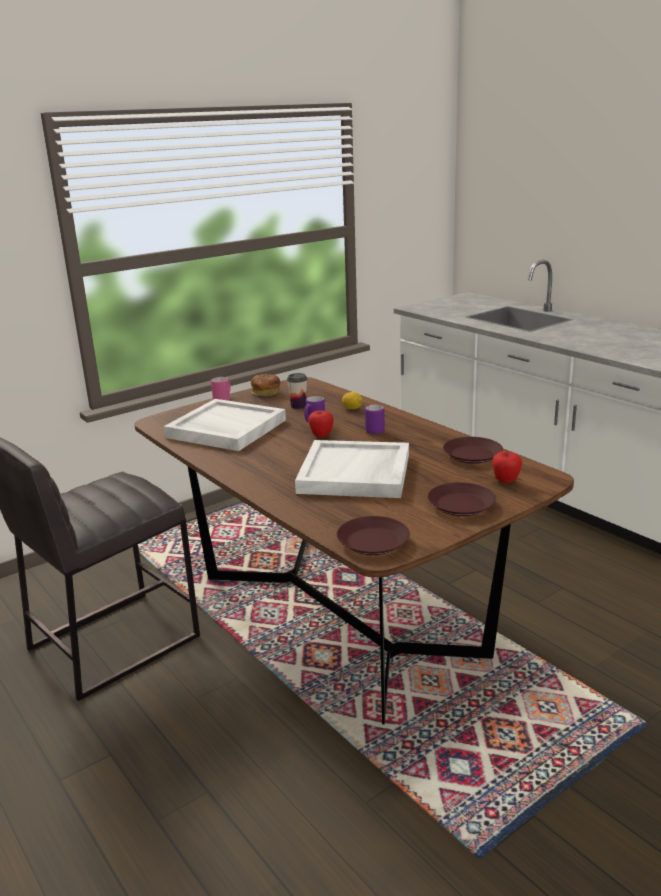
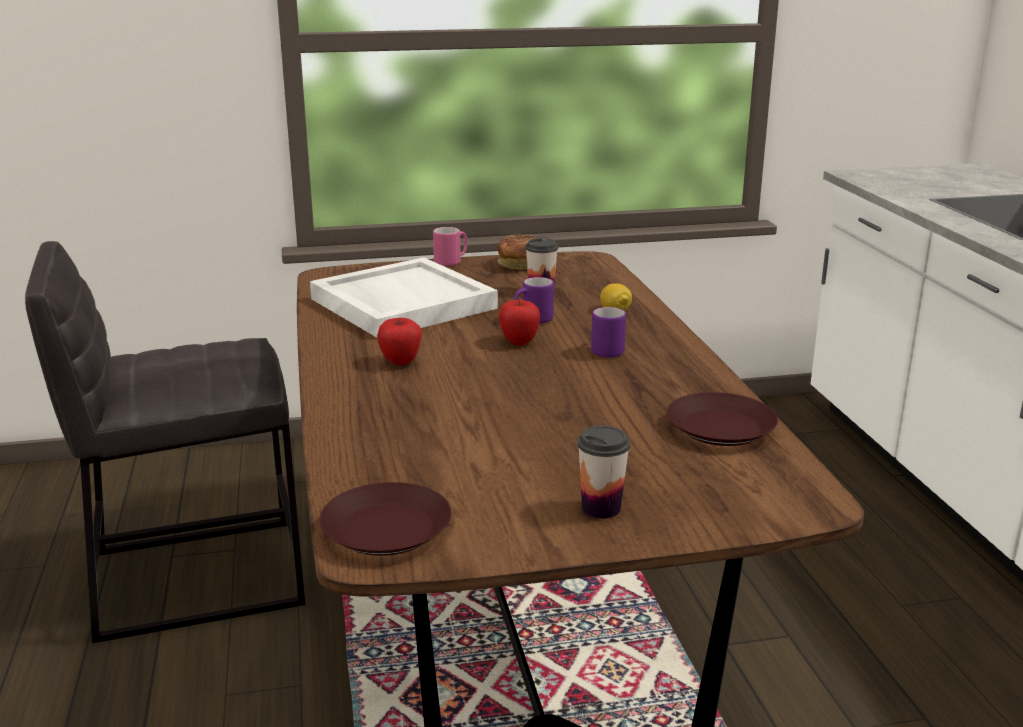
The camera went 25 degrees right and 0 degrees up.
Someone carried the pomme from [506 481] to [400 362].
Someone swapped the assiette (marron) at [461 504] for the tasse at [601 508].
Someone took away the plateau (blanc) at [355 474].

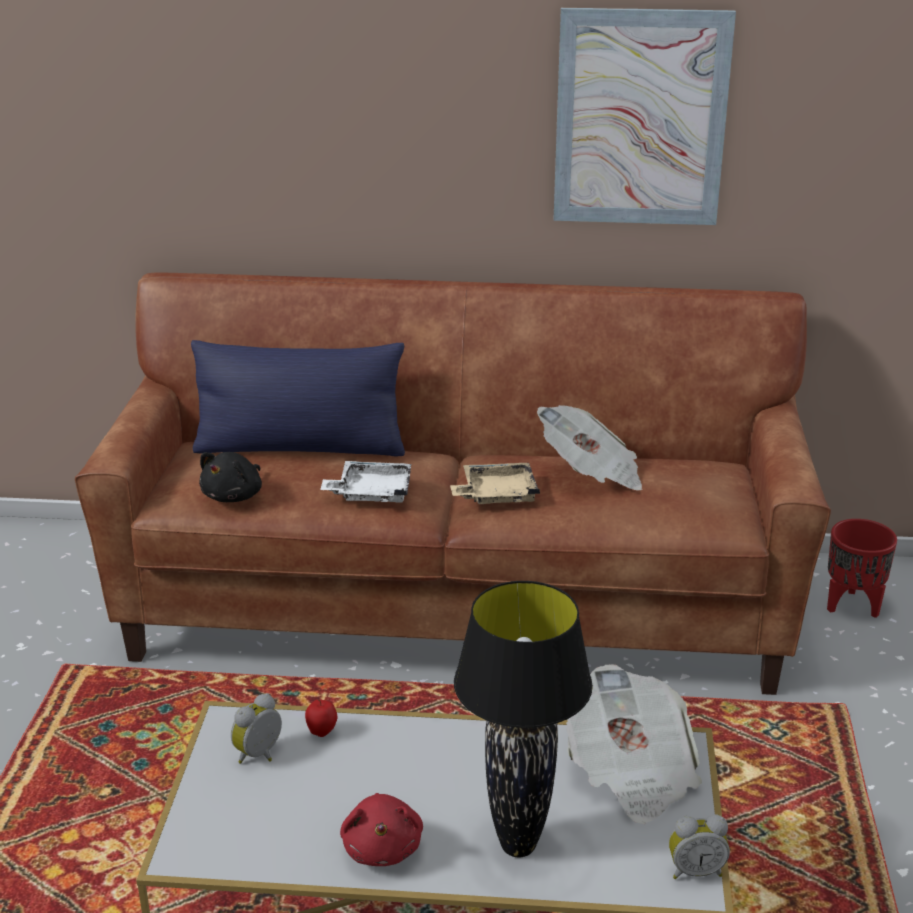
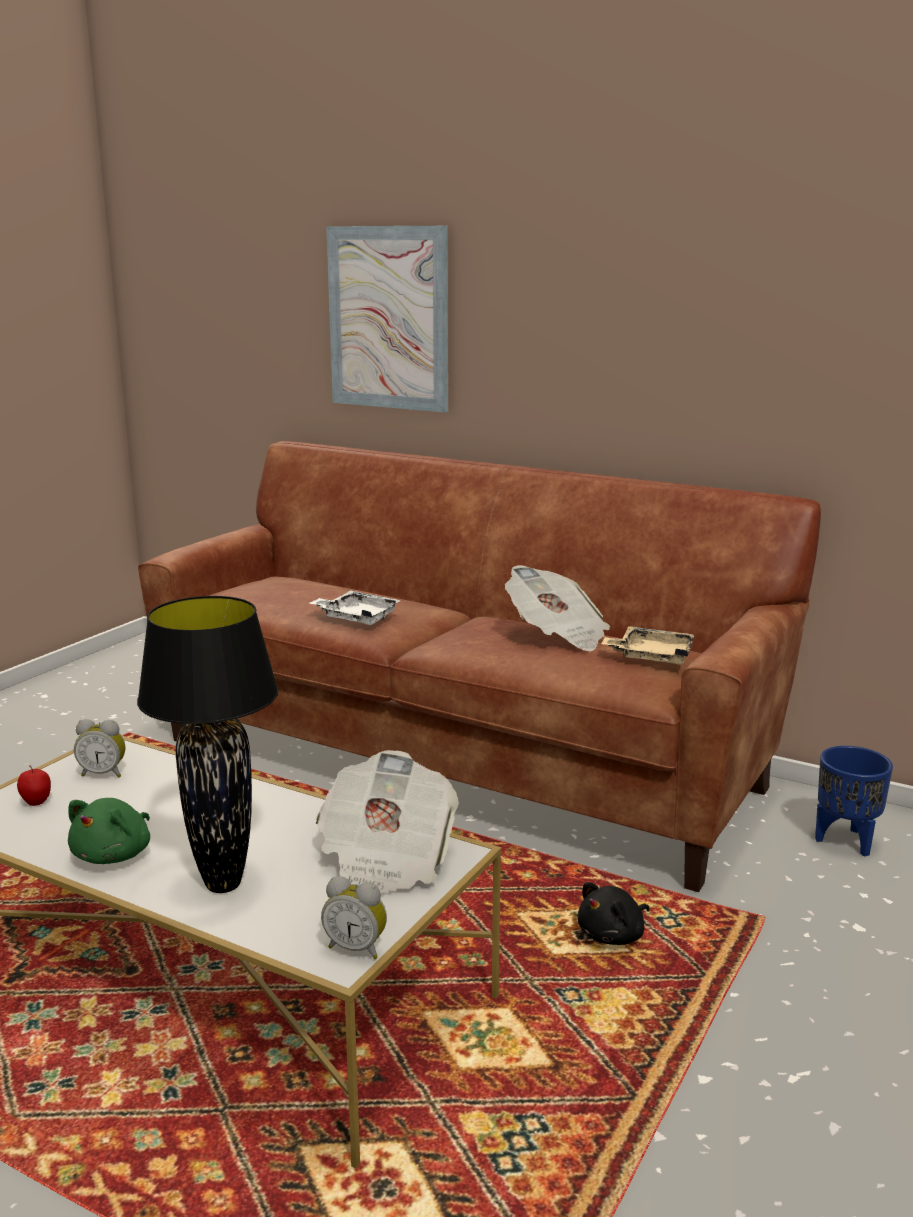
The camera went 25 degrees right and 10 degrees down.
Someone carried the pomme from [322 733] to [36 803].
Someone repainted the peluche (rouge) at [382 847], which became the peluche (vert) at [115 855].
Someone rotated the réveil at [260 755] by 150 degrees counterclockwise.
Someone carried the tableau from [640 118] to [388 318].
Someone carried the peluche (noir) from [234 496] to [613 935].
Someone carried the plateau (beige) from [496 495] to [651 656].
Someone repainted the cache-pot (rouge) at [851 606], which became the cache-pot (bleu) at [844 841].
Someone took away the coussin (bleu) at [300 448].

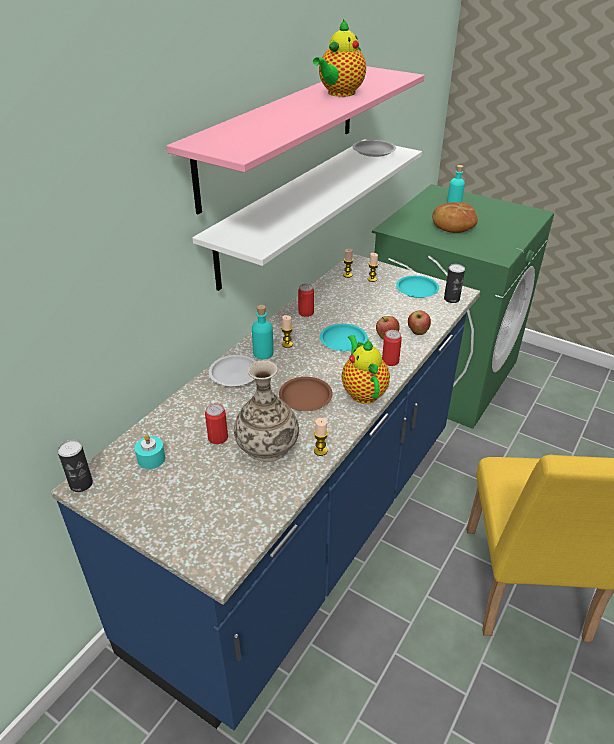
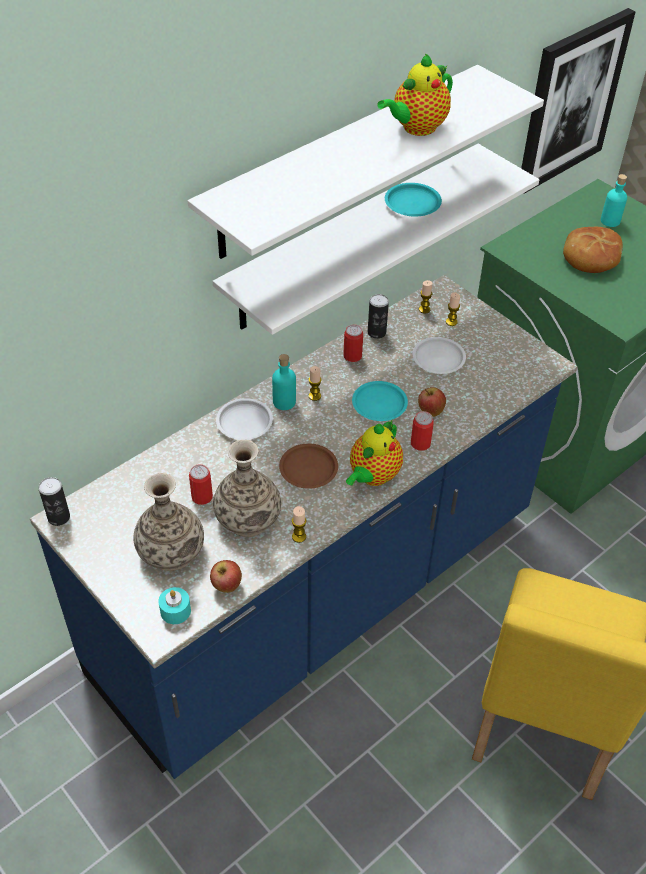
The camera went 15 degrees right and 10 degrees up.
Someone put down the vase at [171 551].
Someone carried the bougie (turquoise) from [151 459] to [175 611].
Someone repainted the étagère (rose) at [281 134], which became the étagère (blanc) at [343 161].
Someone carried the pomme from [417 332] to [226 586].
Someone rotated the théière at [363 392] by 150 degrees counterclockwise.
Someone carried the boîte métallique from [451 299] to [376 332].
Someone carried the assiette (turquoise) from [417 290] to [412 204].
Someone carried the assiette (blanc) from [373 151] to [438 358].
Someone put up the tableau at [571 101].

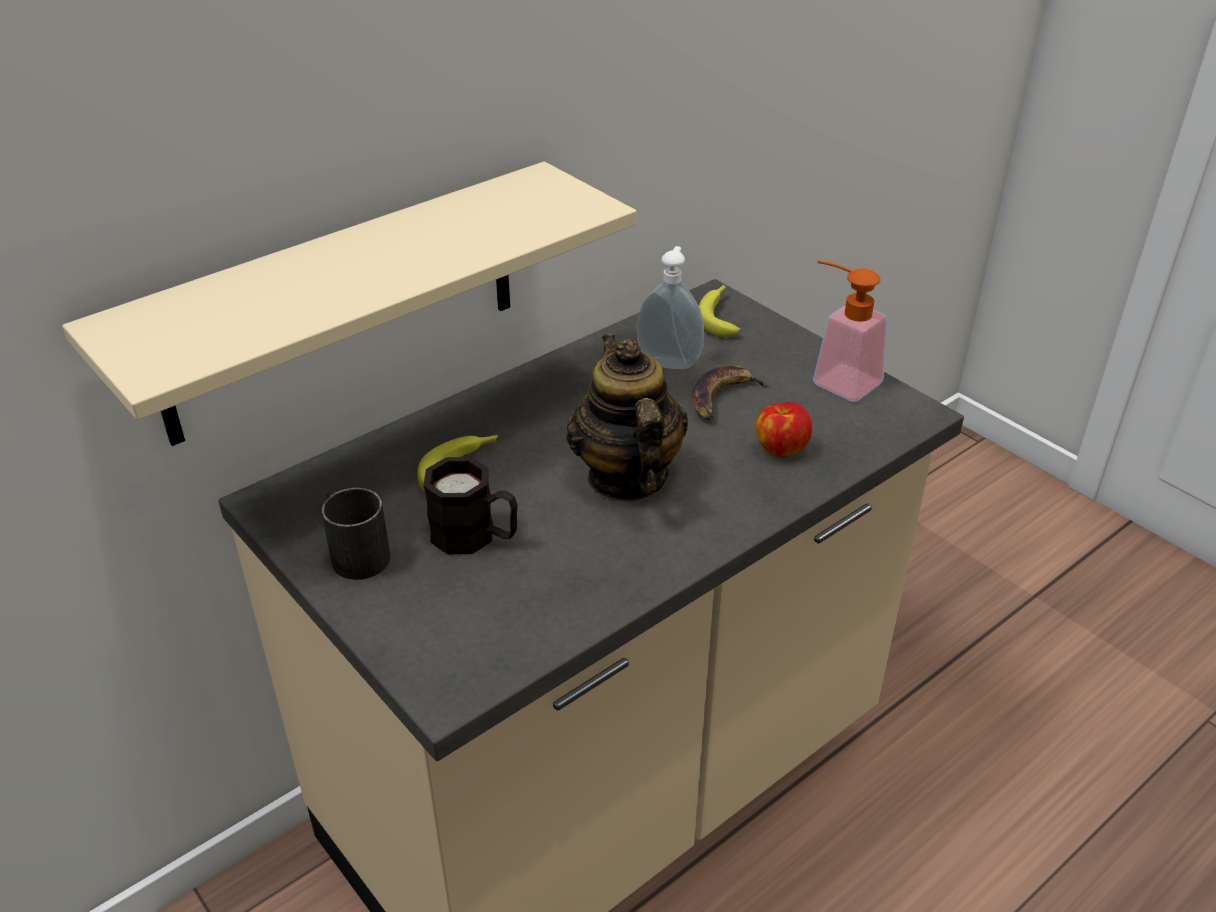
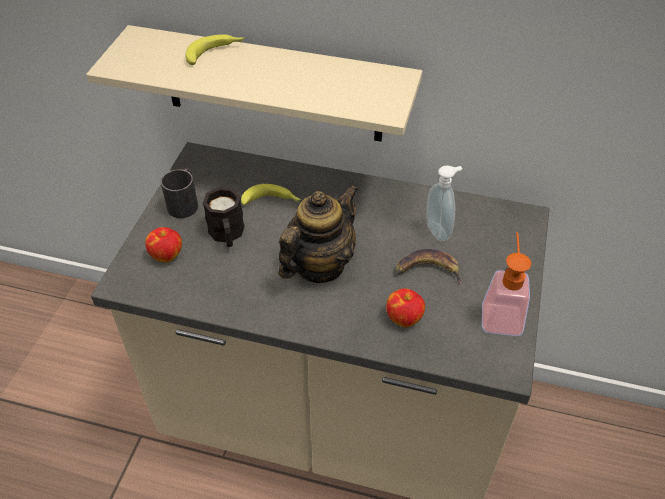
The camera went 55 degrees right and 10 degrees up.
Someone put down the pomme at [166 255].
Someone carried the banane from [720 316] to [215 53].

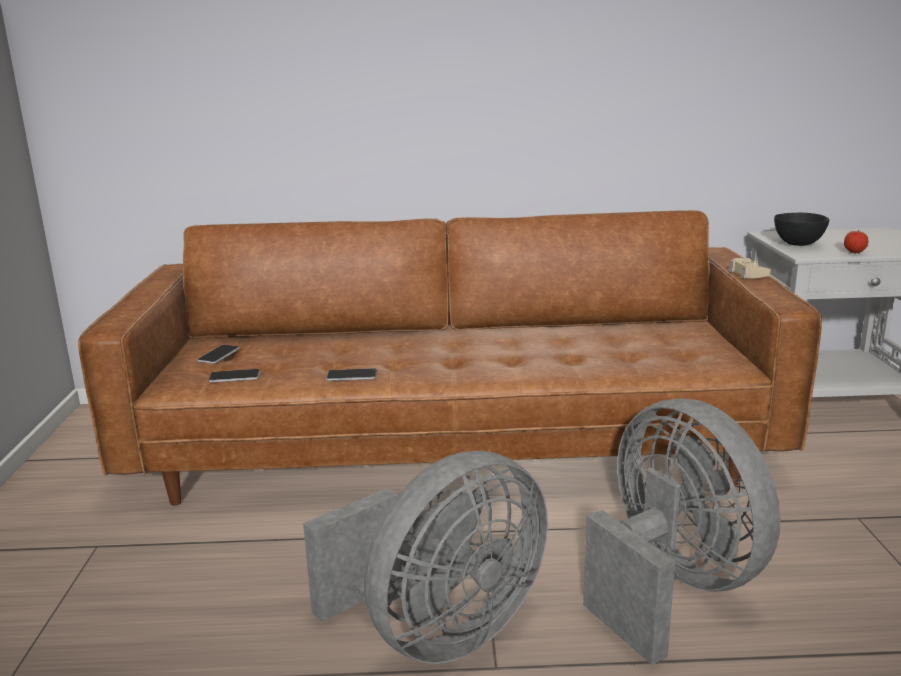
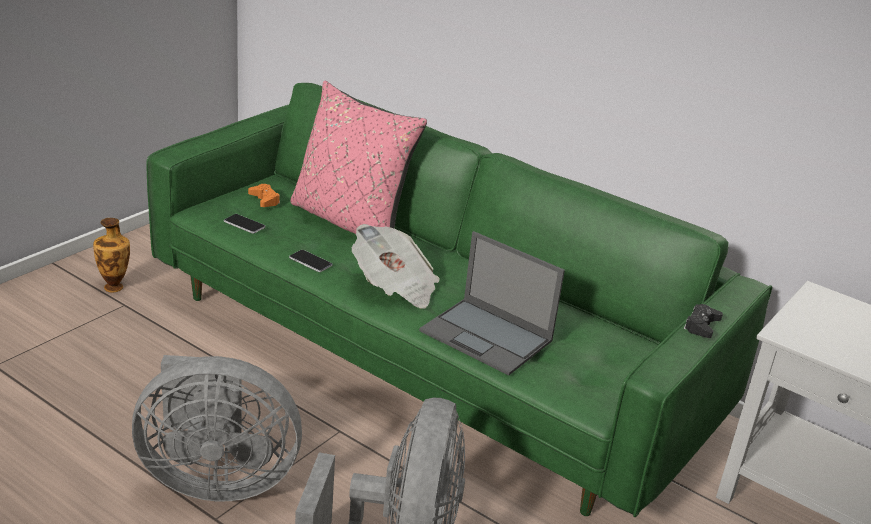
The camera went 35 degrees right and 10 degrees up.
Someone put down the vase at [114 287].
Someone repainted the canapé (marron) at [453 444], which became the canapé (vert) at [425 354].
Someone swapped the téléphone at [219 355] for the manette (orange) at [264 200].
Someone put down the coussin (rose) at [350 221].
Someone put down the journal at [395 287].
Someone put down the ordinateur portable at [487 336].
Someone repainted the manette (beige) at [748 274], which became the manette (noir) at [701 326].
Someone took away the bol (noir) at [798 244].
Someone took away the pomme at [854 252].

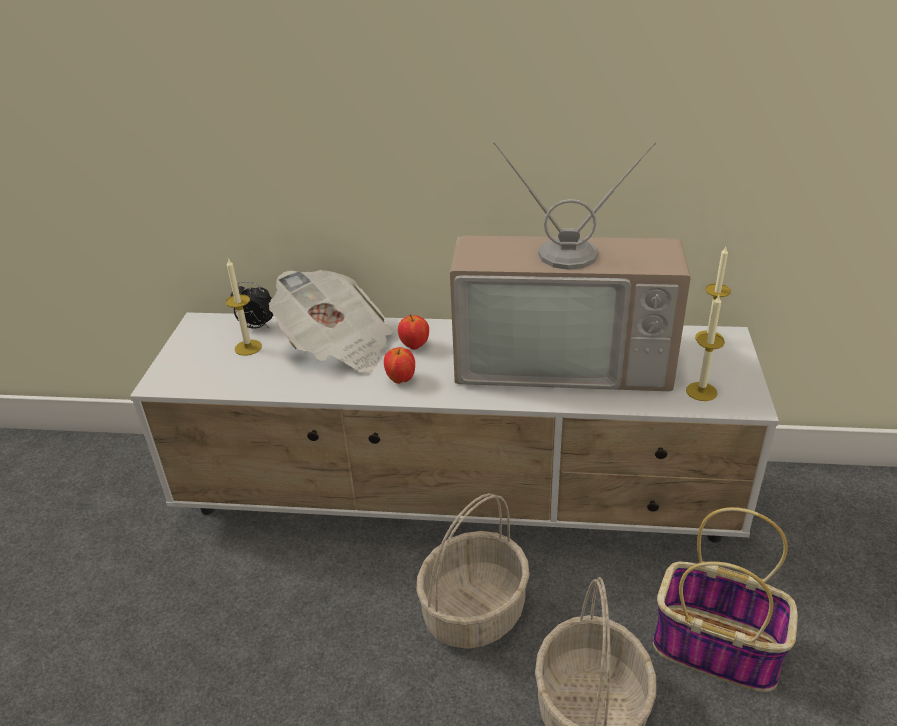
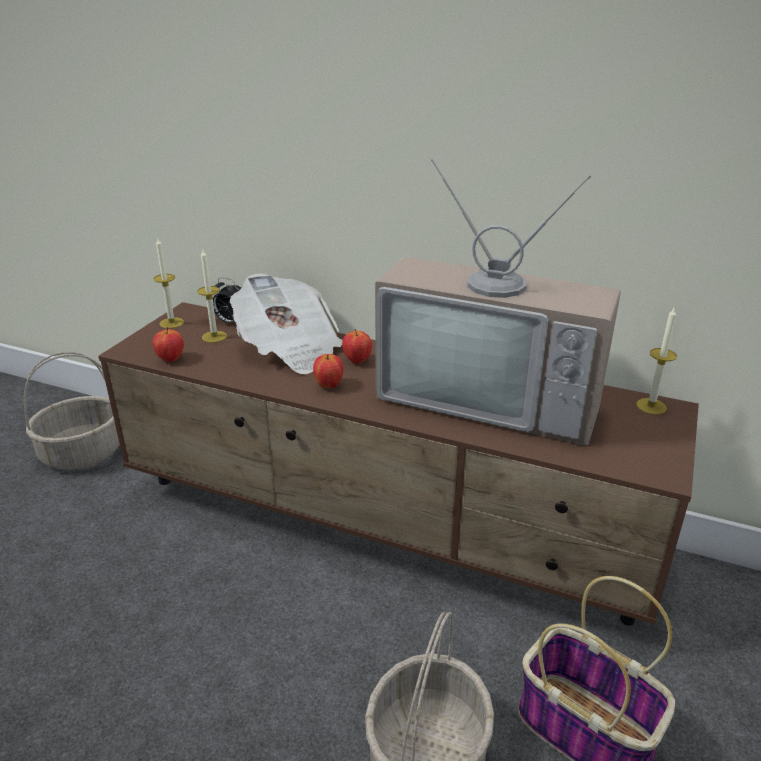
The camera went 15 degrees right and 5 degrees down.
Someone carried the panier from [474 611] to [84 452].
Someone repainted the meuble télé (blanc) at [458 502], which became the meuble télé (marron) at [383 525].
Someone put down the pomme at [171 359].
Someone carried the bougie from [701 391] to [171 323].

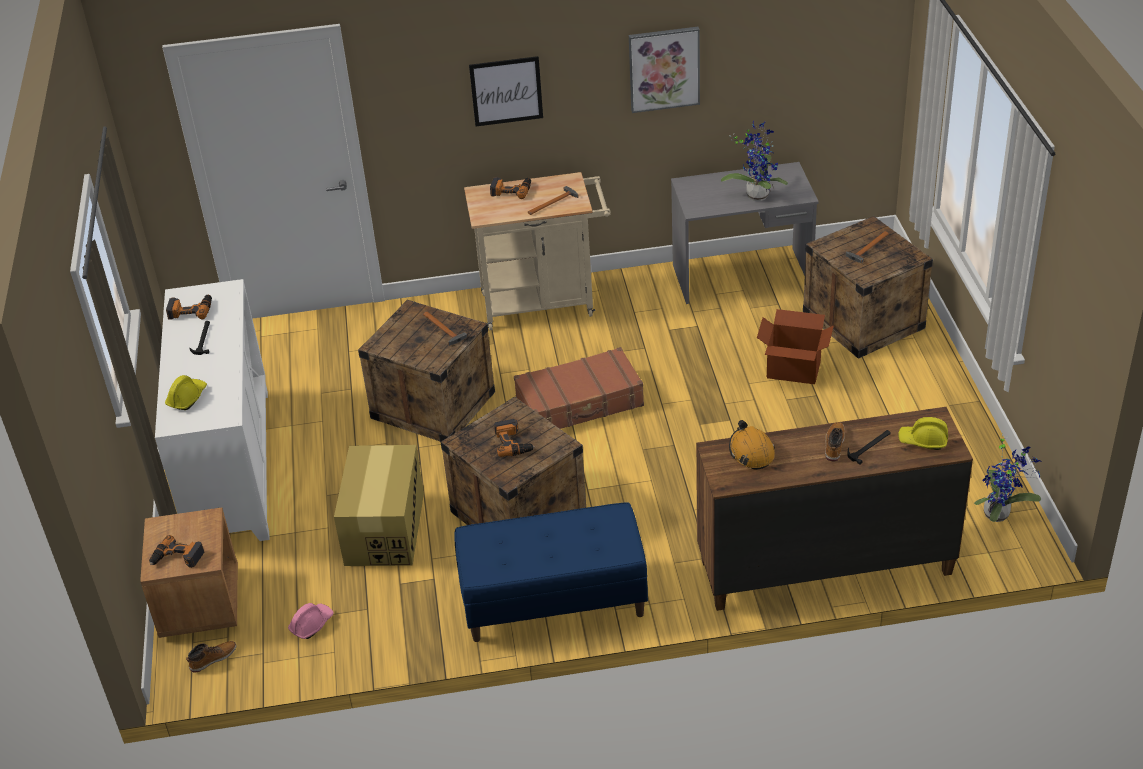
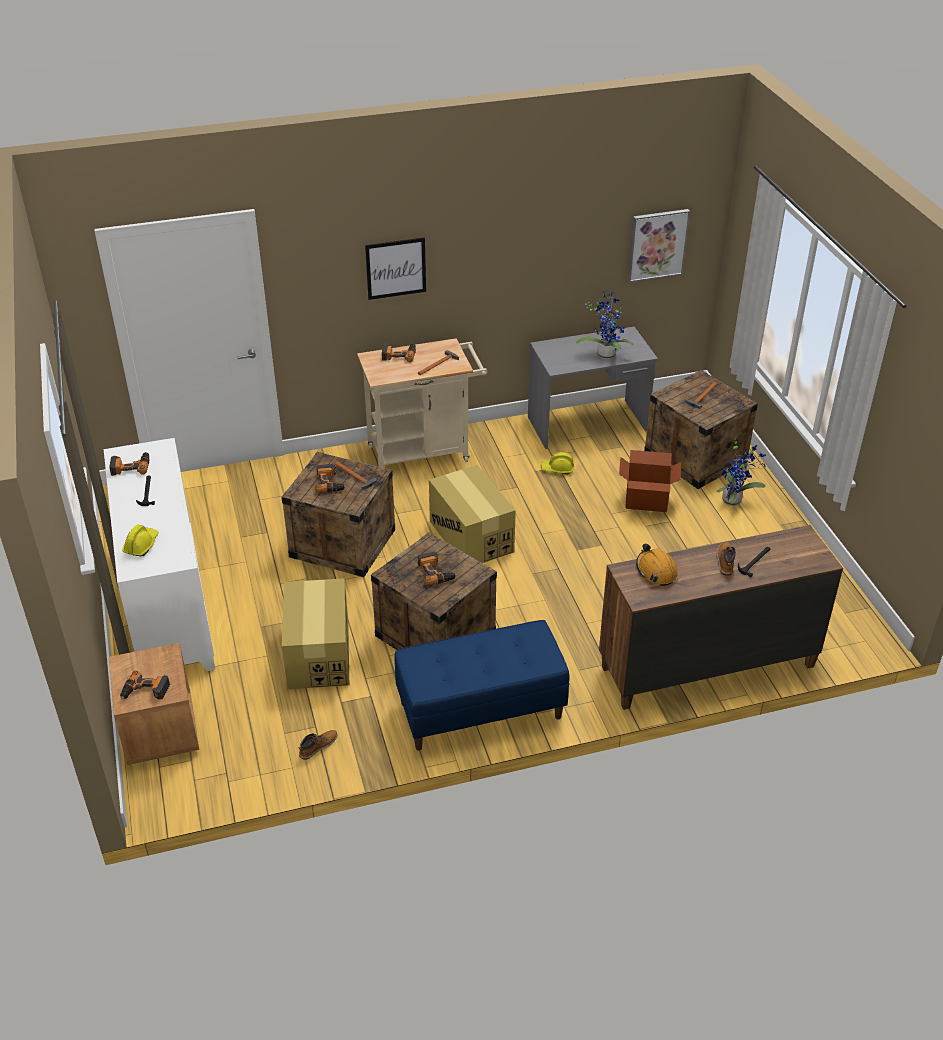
The camera went 10 degrees left and 0 degrees up.
Someone carried the botte from [213 658] to [318 746].
Someone put down the perceuse at [330 482].
Someone swapped the valise (marron) at [580 403] for the carton at [471 536].
Someone carried the casque de chantier (jaune) from [923 440] to [557 469].
Someone carried the tableau from [664 69] to [657 245].
Someone carried the plante en pot from [999 514] to [734 500].
Someone took away the casque de chantier (rose) at [311 624].

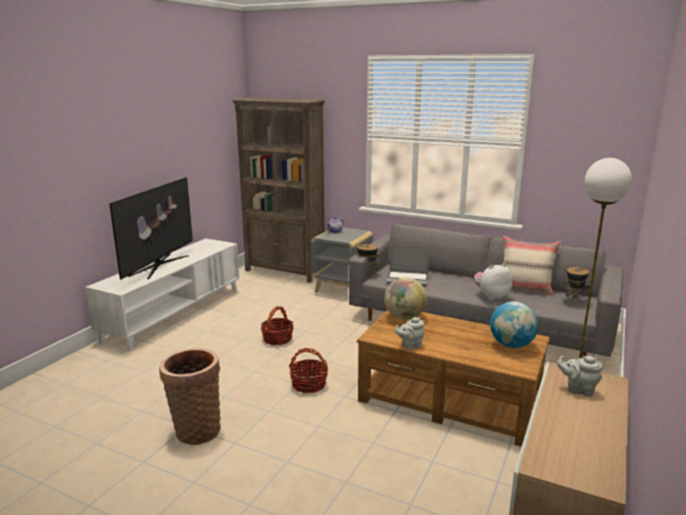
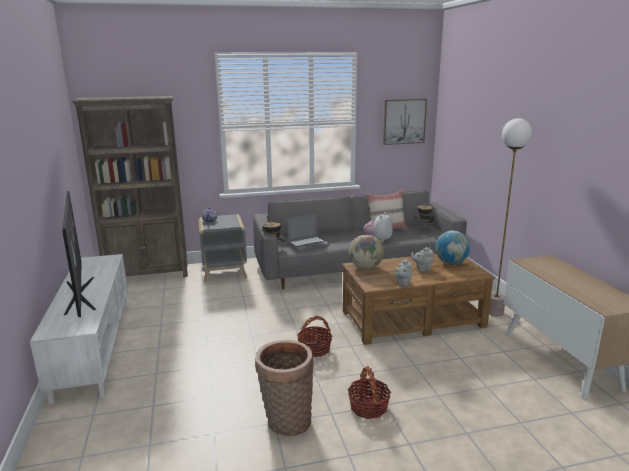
The camera went 40 degrees left and 0 degrees up.
Someone carried the panier from [277 339] to [368 407].
Someone put up the tableau at [404 121].
Someone carried the théière (gris) from [578 389] to [422 269].

